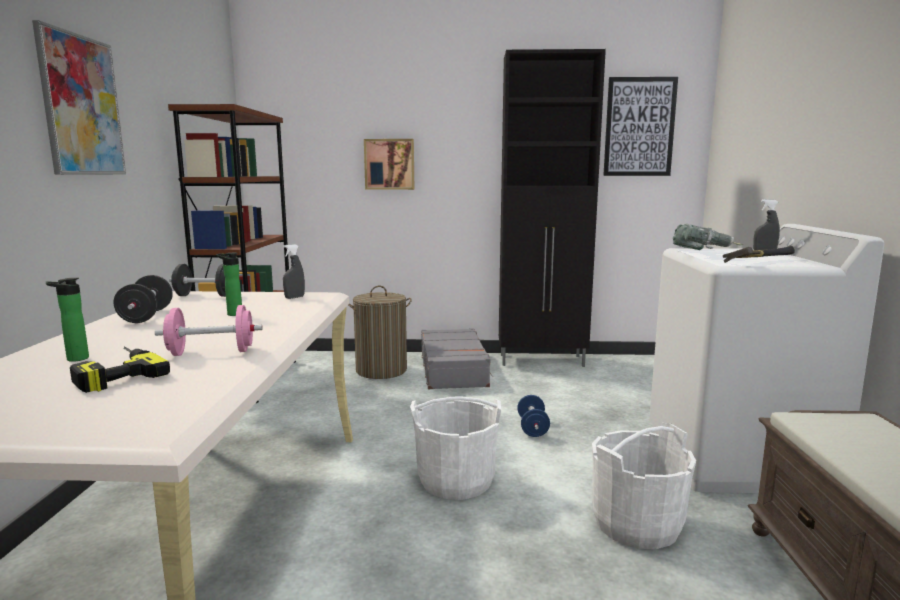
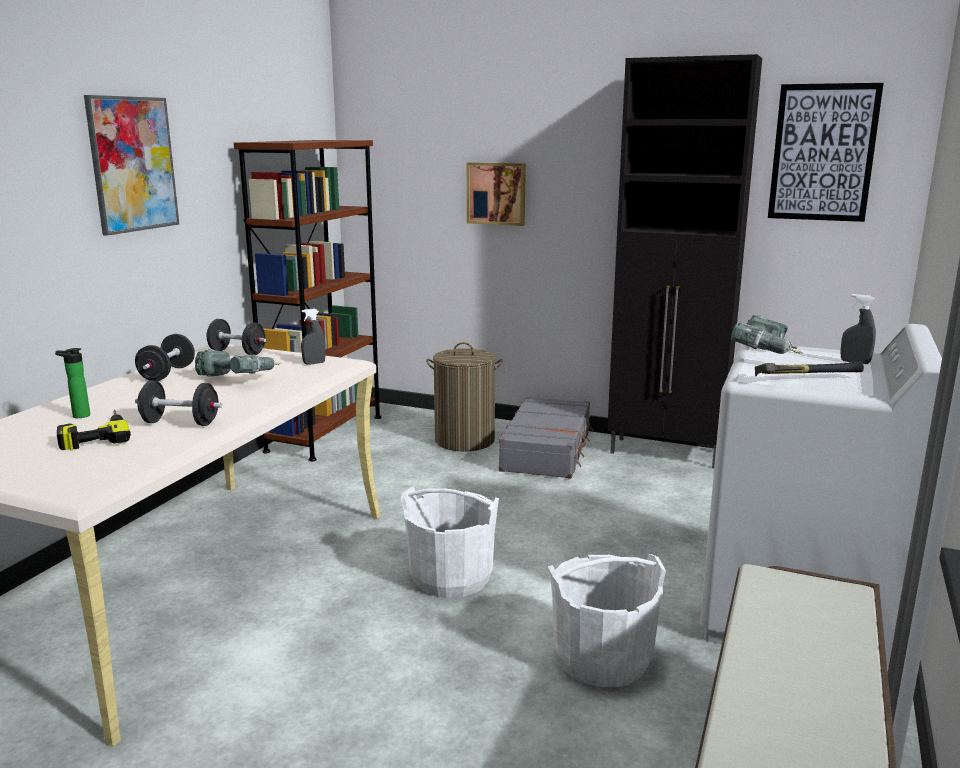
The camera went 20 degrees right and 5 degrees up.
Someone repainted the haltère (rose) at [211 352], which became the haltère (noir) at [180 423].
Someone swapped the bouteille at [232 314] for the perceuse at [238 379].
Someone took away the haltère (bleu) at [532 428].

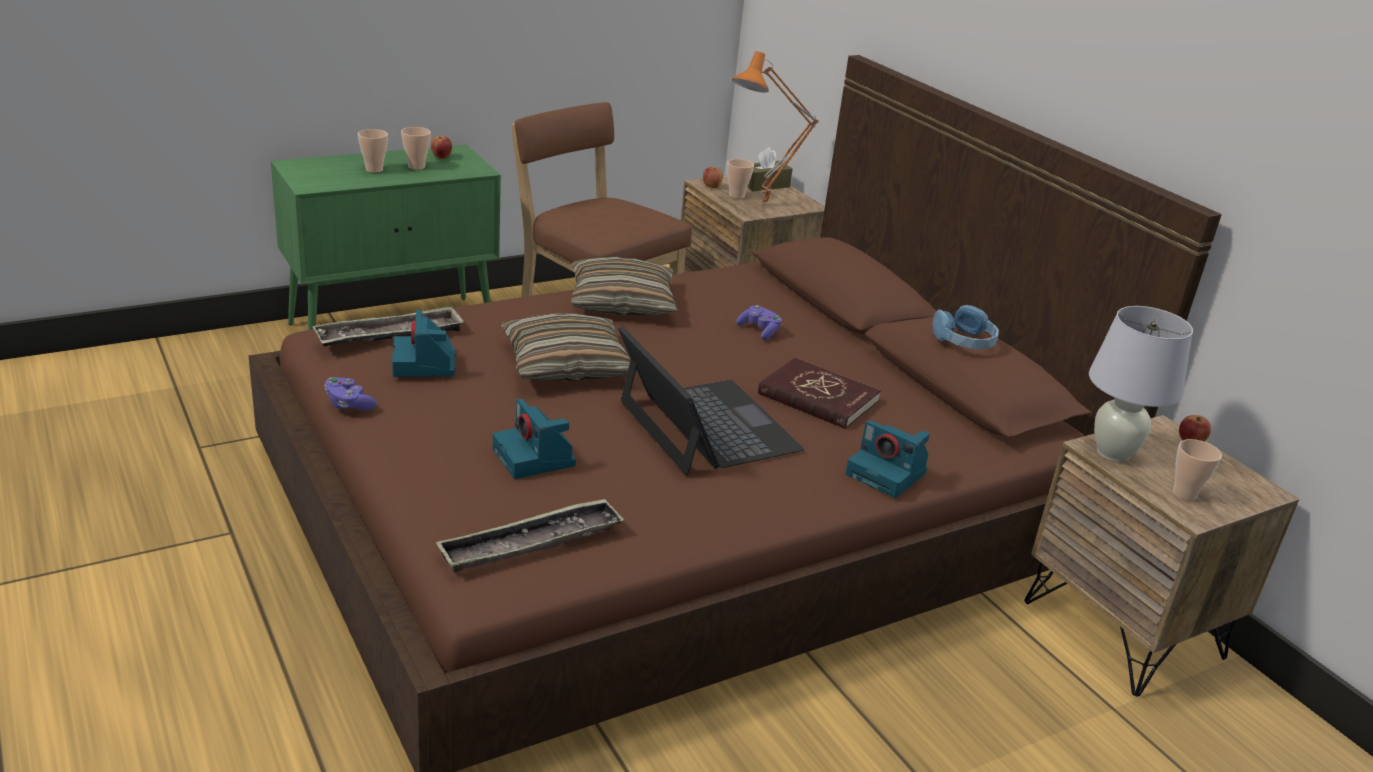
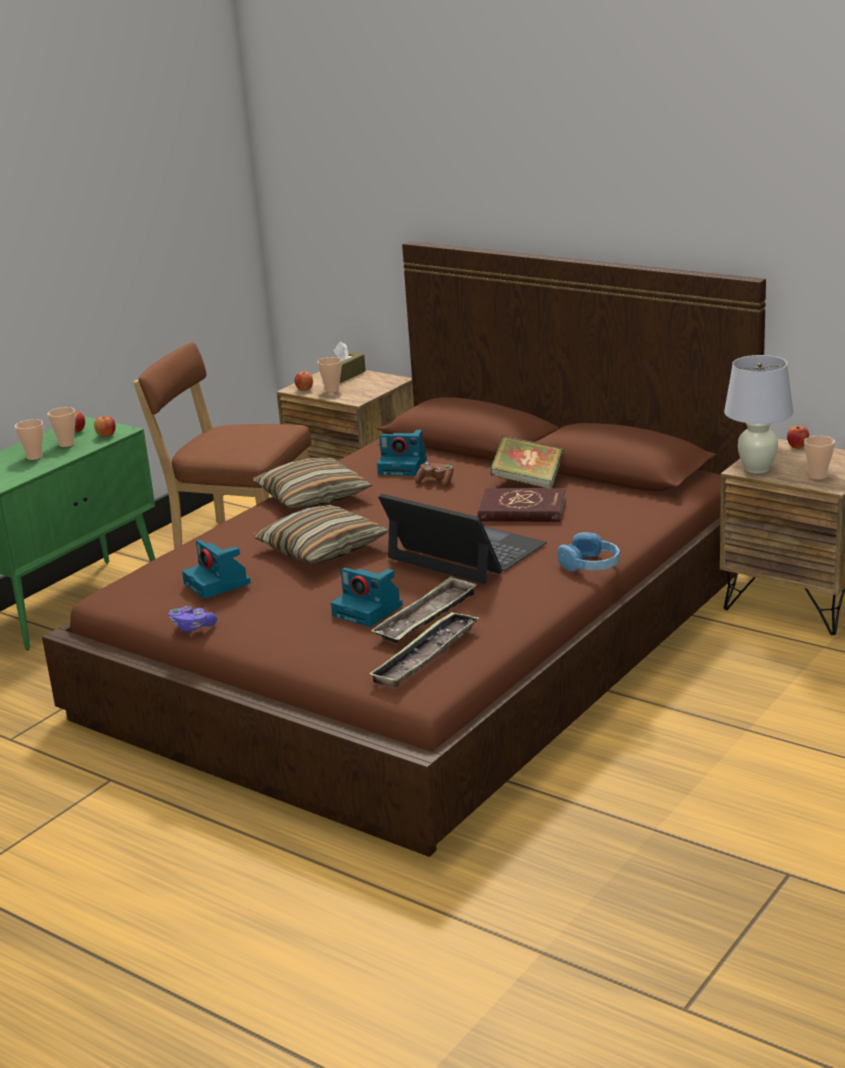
The camera went 20 degrees left and 5 degrees down.
Someone put down the pomme at [106 435].
Someone carried the plateau from [390 335] to [426 617].
Someone carried the appareil photo from [888 474] to [404 466].
Someone repainted the manette (violet) at [759 331], which became the manette (marron) at [436 482].
Someone put down the livre at [527 481].
Someone carried the casque audio (bleu) from [964 341] to [590 565].
Someone took away the lampe de table (orange) at [765 206].

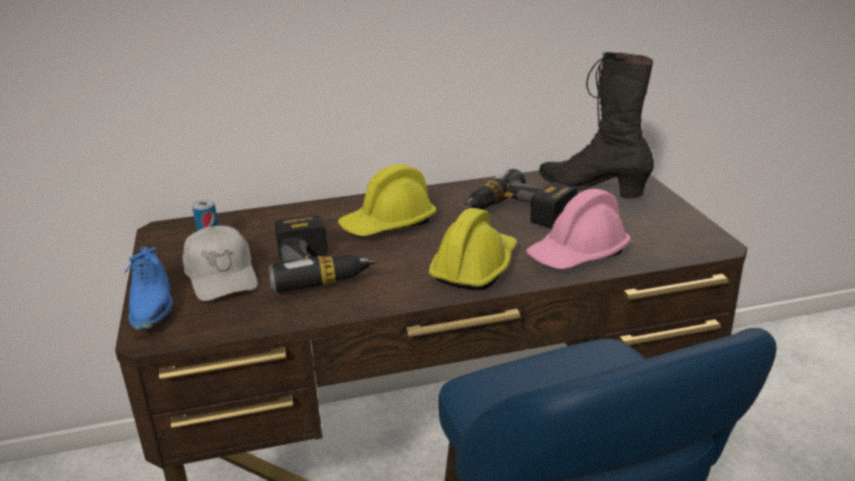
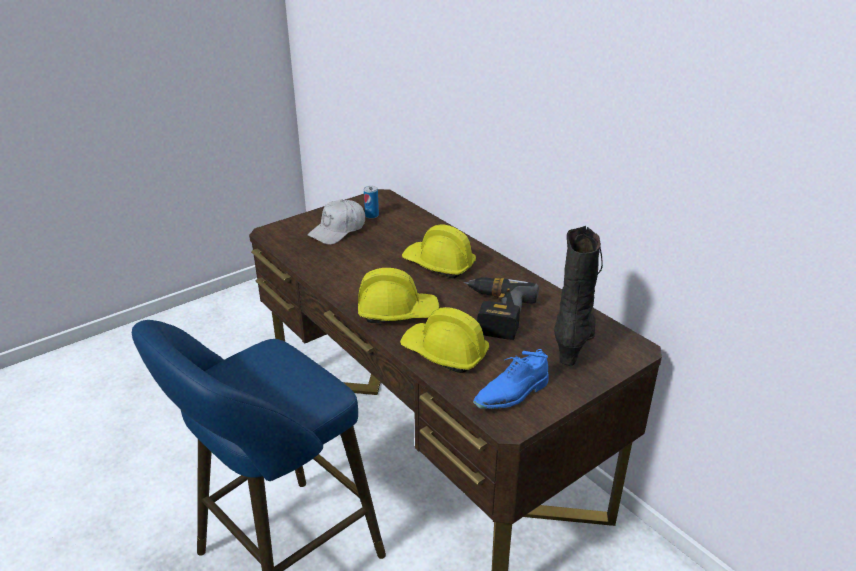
The camera went 65 degrees right and 5 degrees up.
Someone repainted the casque de chantier (rose) at [578 254], which became the casque de chantier (jaune) at [444 353].
Someone carried the chaussure (bleu) from [152 308] to [512 395].
Someone took away the perceuse at [320 267].

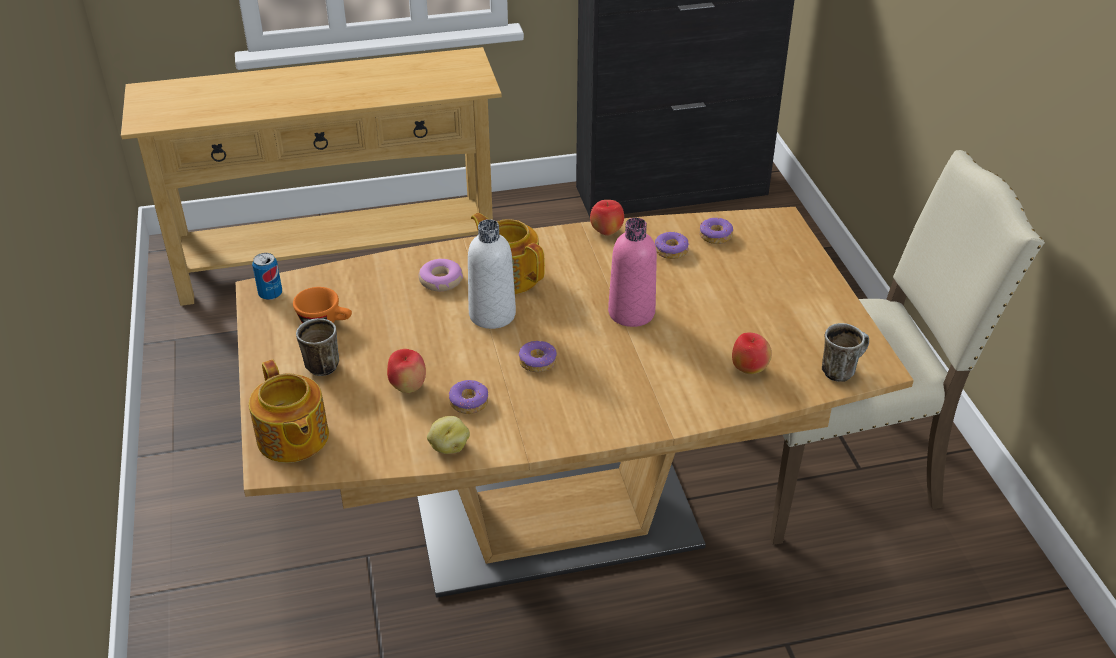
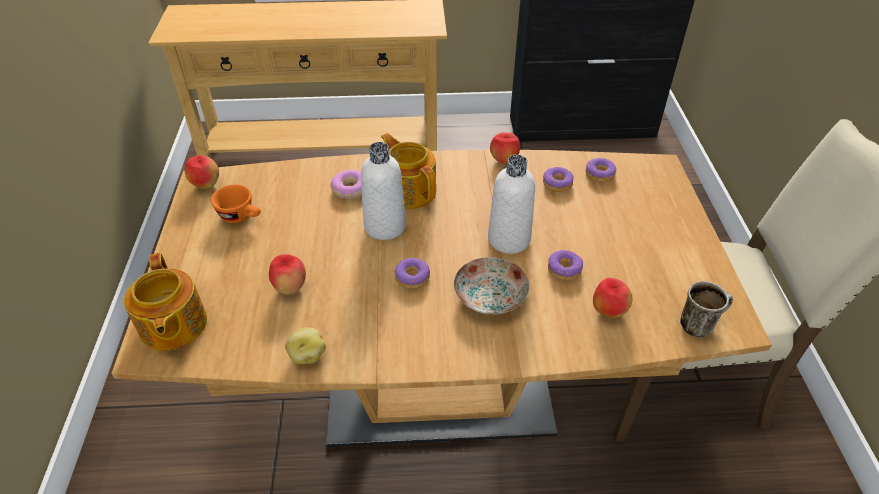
The camera went 10 degrees right and 5 degrees up.
Someone swapped the boîte métallique at [270 294] for the pomme at [206 185].
Someone put down the assiette at [490 296].
Someone repainted the bouteille (rose) at [631 313], which became the bouteille (blanc) at [509 239].
Someone carried the beignet from [469 402] to [564 270].
Someone took away the mug at [317 365].

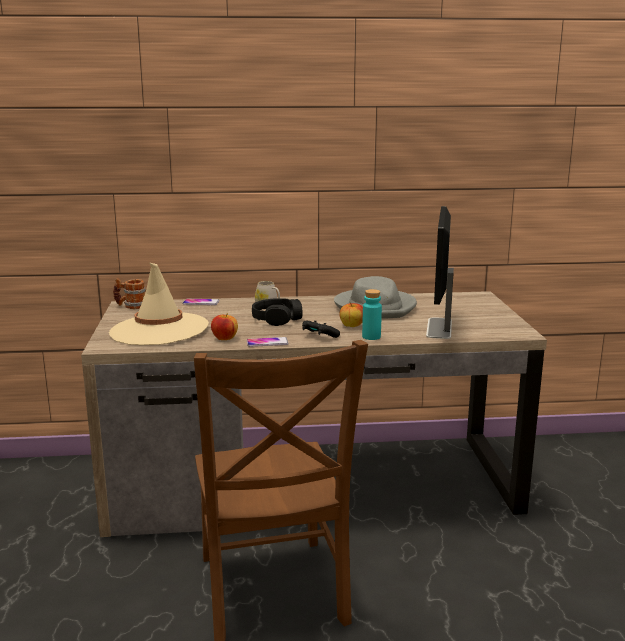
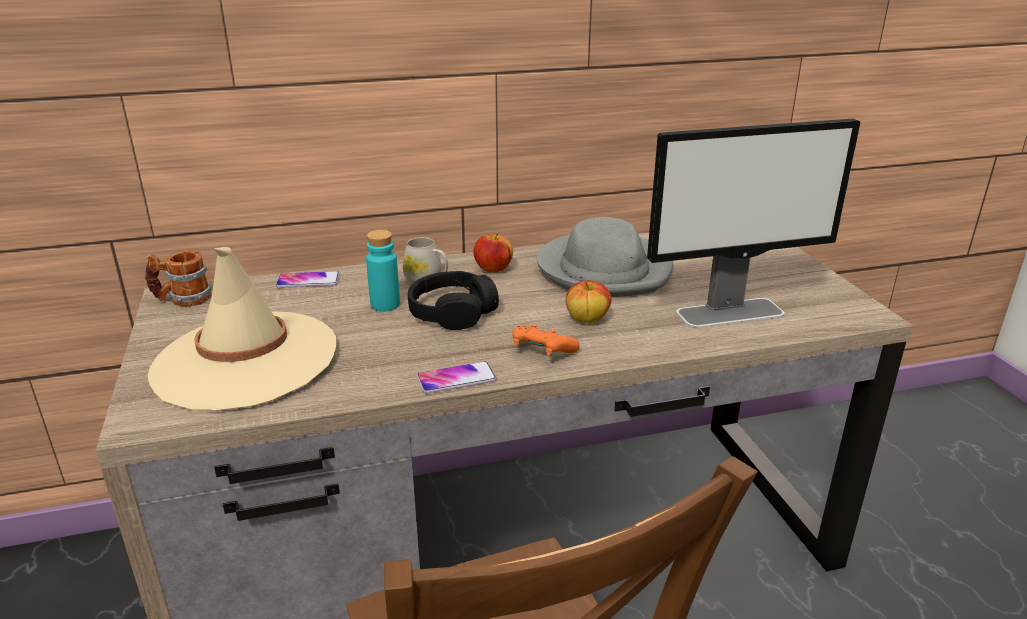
The camera went 10 degrees left and 10 degrees up.
Someone carried the bouteille (turquoise) from [371 337] to [385 304].
Someone carried the pomme from [224 338] to [493 269].
Someone repainted the manette (noir) at [319 336], which became the manette (orange) at [542 352].
Someone rotated the écran d'ordinateur at [439 328] by 105 degrees counterclockwise.

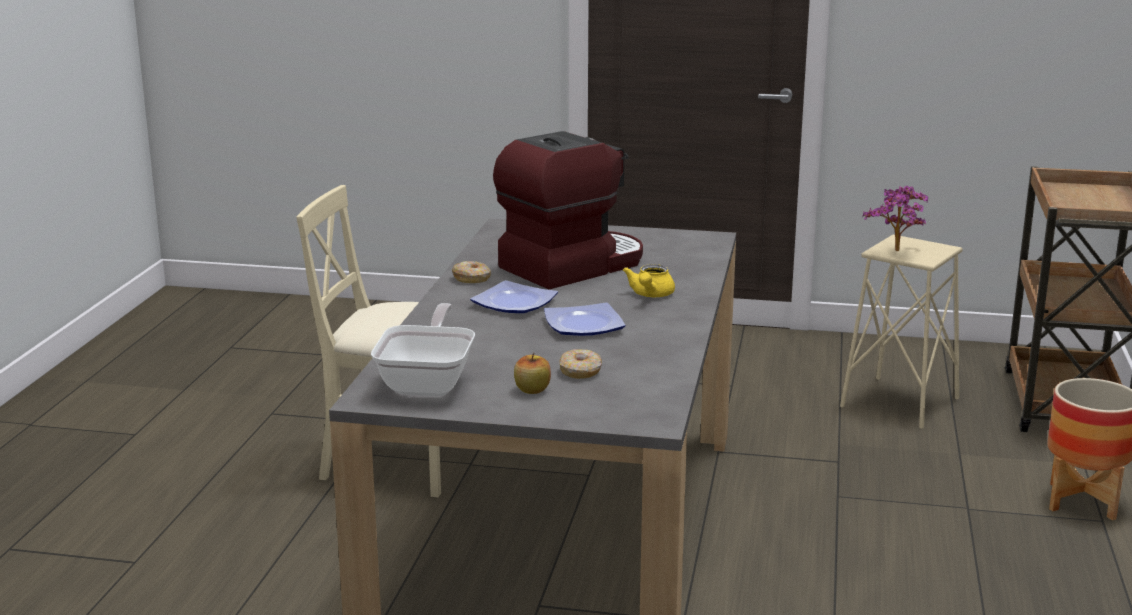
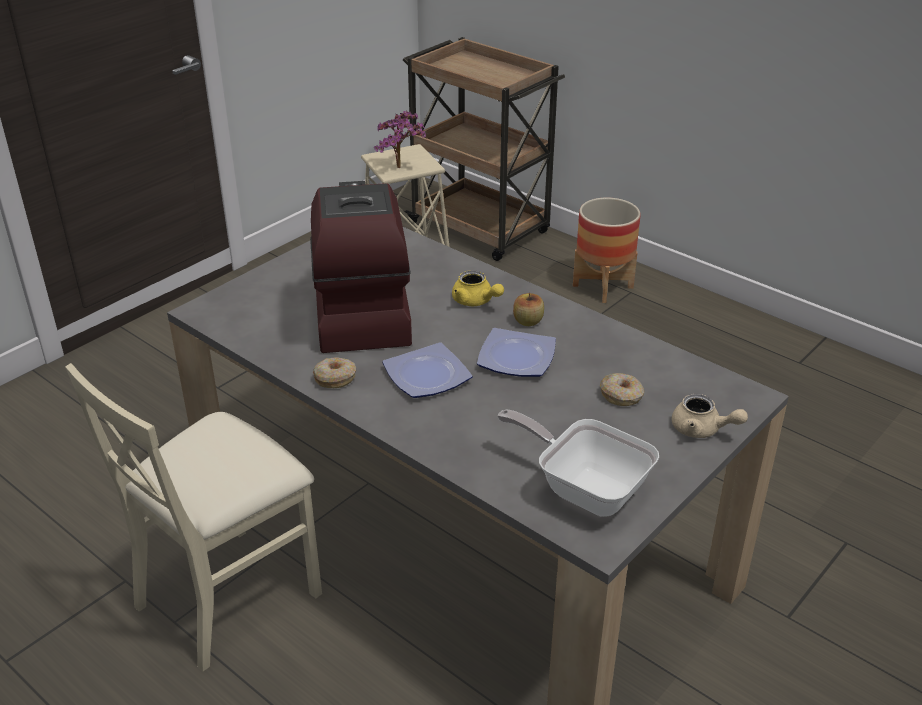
The camera went 60 degrees left and 15 degrees up.
Someone carried the pomme from [532 390] to [528 321].
Someone put down the théière (beige) at [702 430].

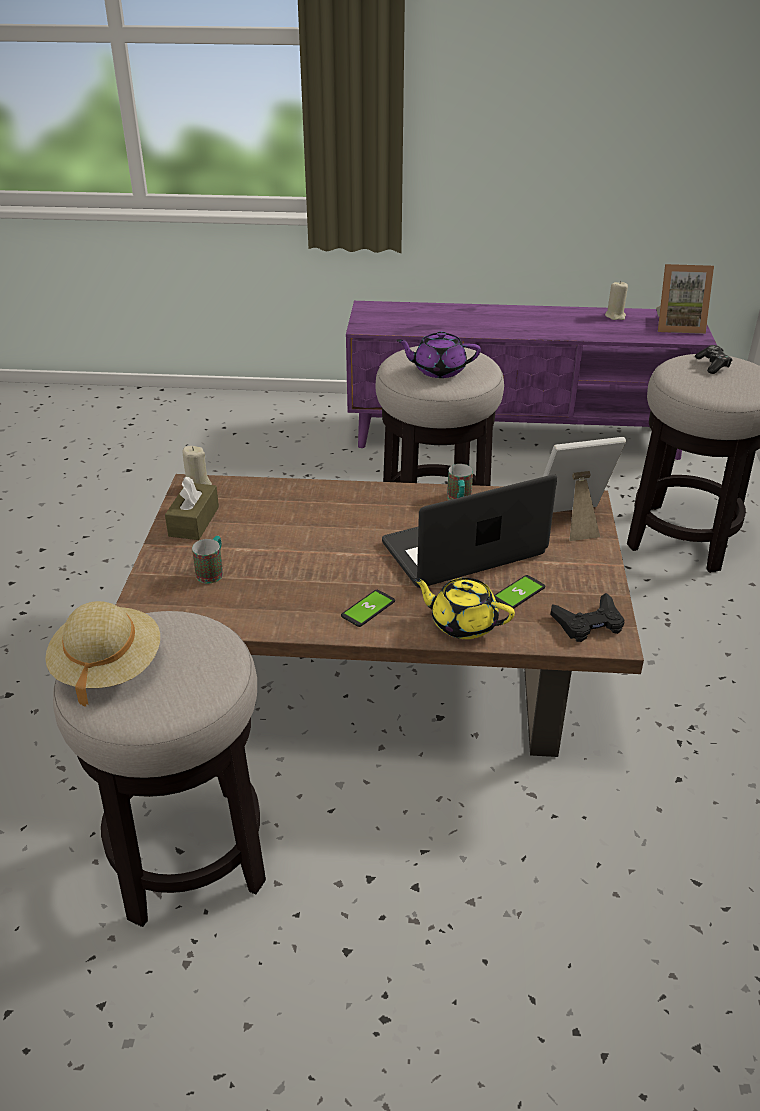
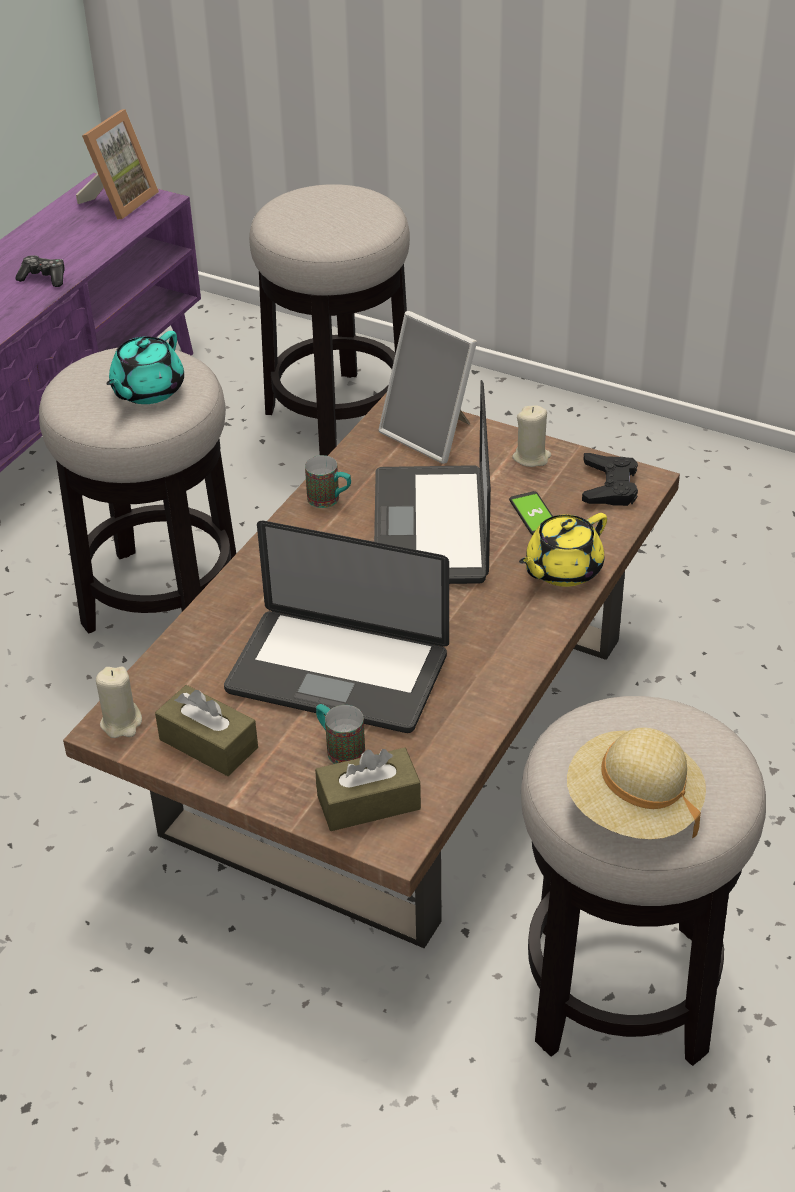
The camera went 65 degrees left and 5 degrees up.
Someone carried the manette from [713 365] to [44 278].
Someone repainted the théière (violet) at [438 370], which became the théière (turquoise) at [147 391].
Someone put down the ordinateur portable at [337 673].
Someone put down the boîte à mouchoirs (marron) at [368 803].
Someone rotated the cadre photo at [572 522] by 60 degrees counterclockwise.
Someone carried the bougie (beige) from [615 316] to [531 457].
Someone took away the téléphone at [368 609].

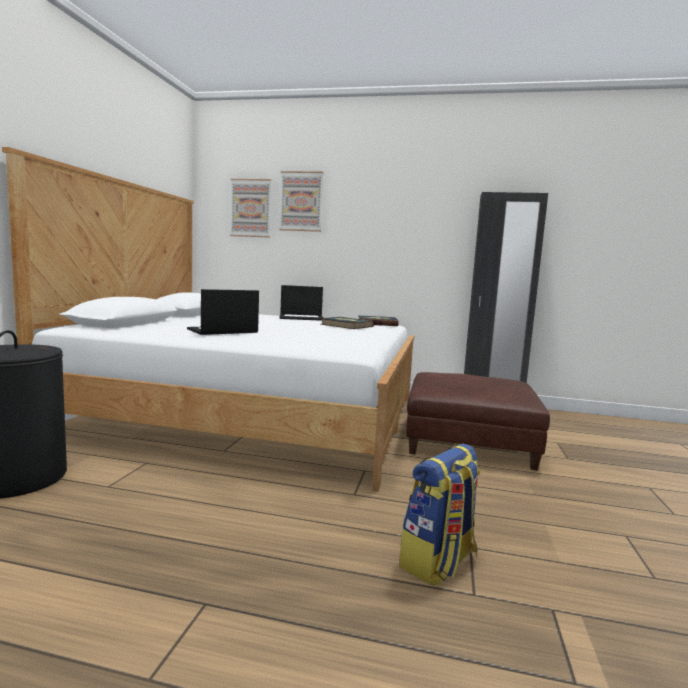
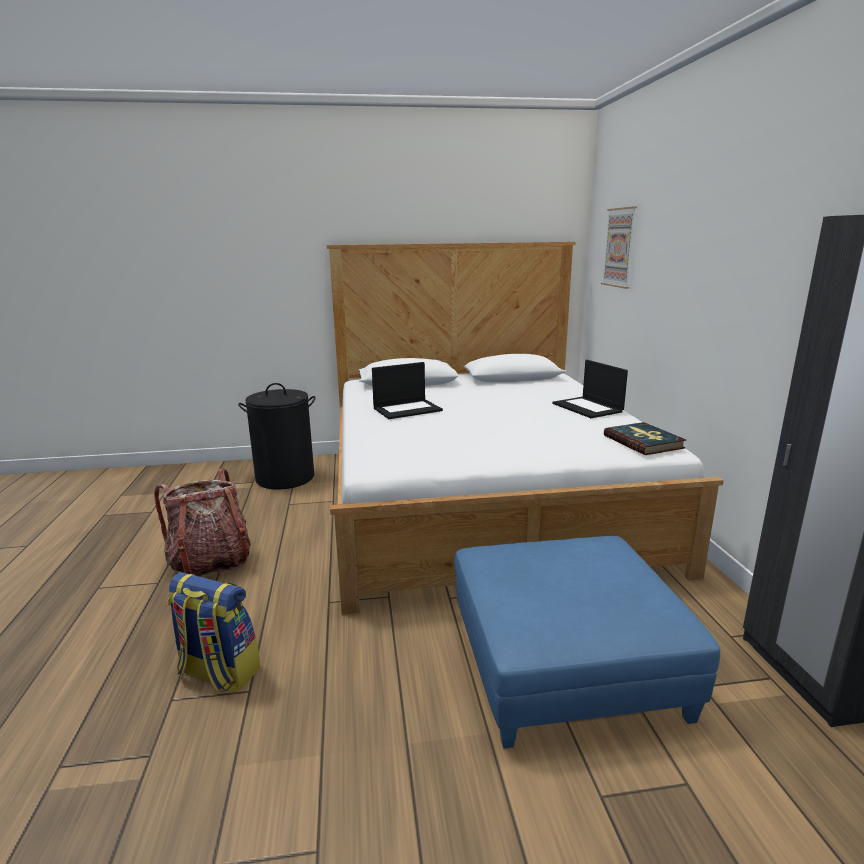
The camera went 70 degrees right and 10 degrees up.
Someone put down the sac à dos at [210 562].
Someone rotated the ordinateur portable at [222 331] by 120 degrees clockwise.
Someone repainted the pouf (marron) at [468 440], which became the pouf (bleu) at [565 662].
Someone took away the tableau at [301 201].
Someone took away the livre at [346 325].

